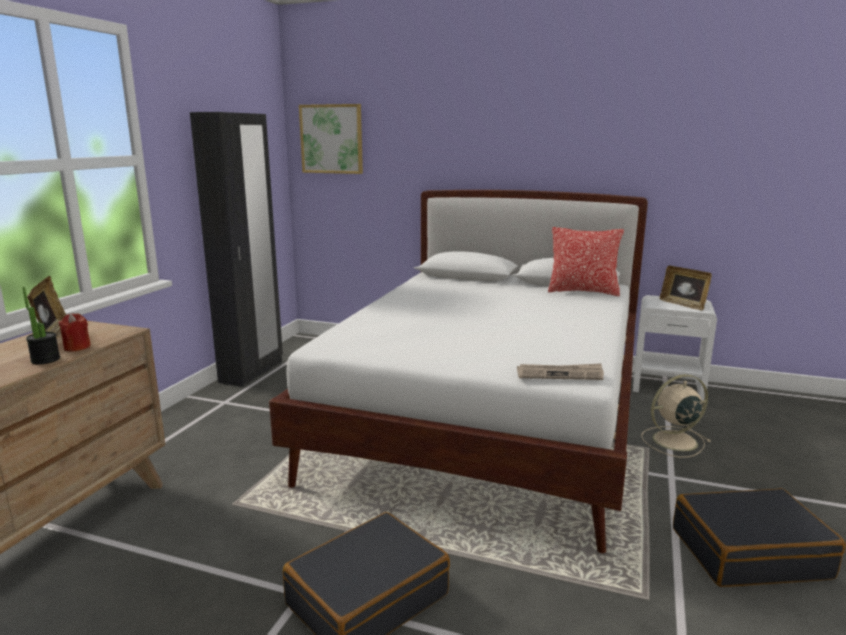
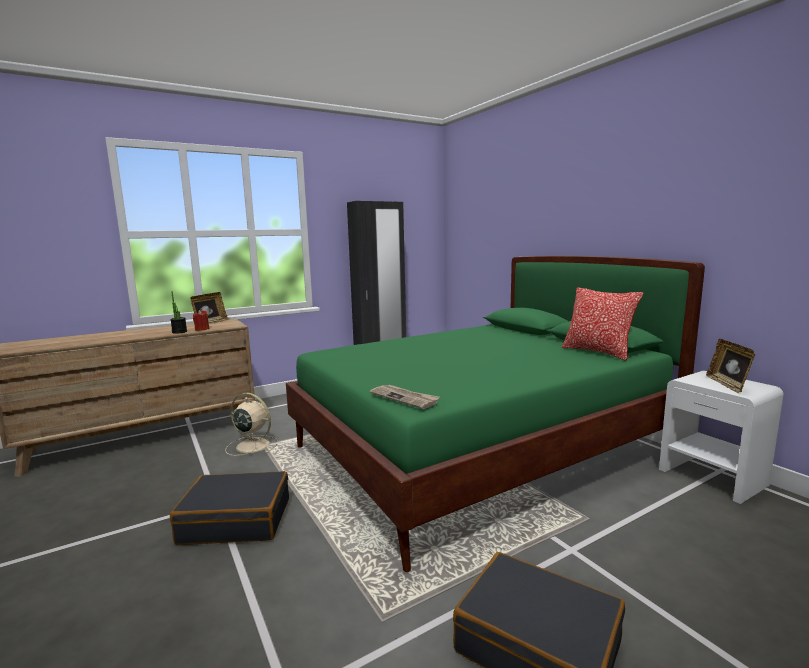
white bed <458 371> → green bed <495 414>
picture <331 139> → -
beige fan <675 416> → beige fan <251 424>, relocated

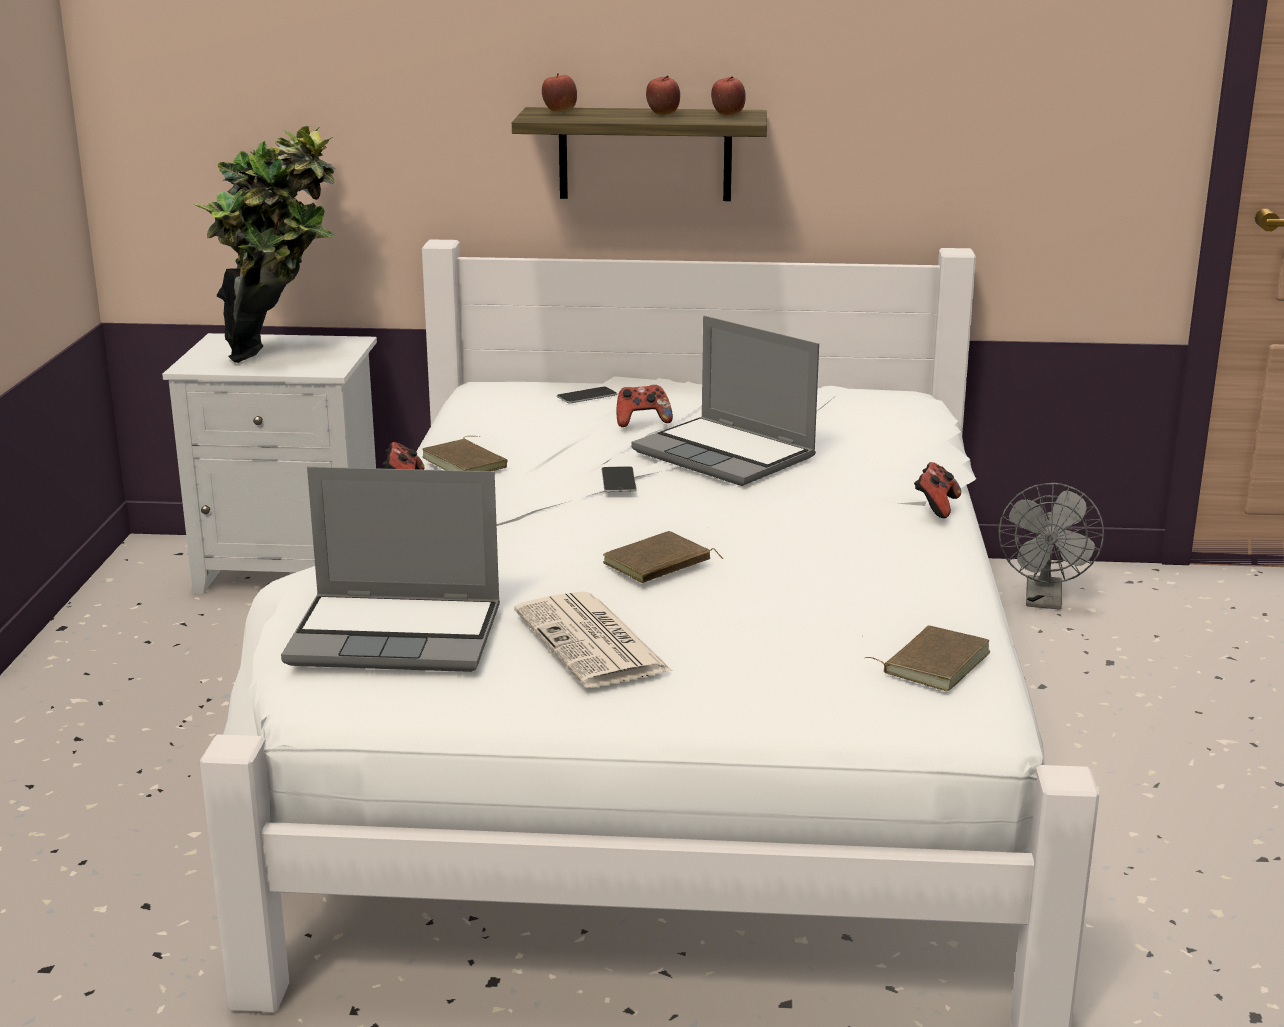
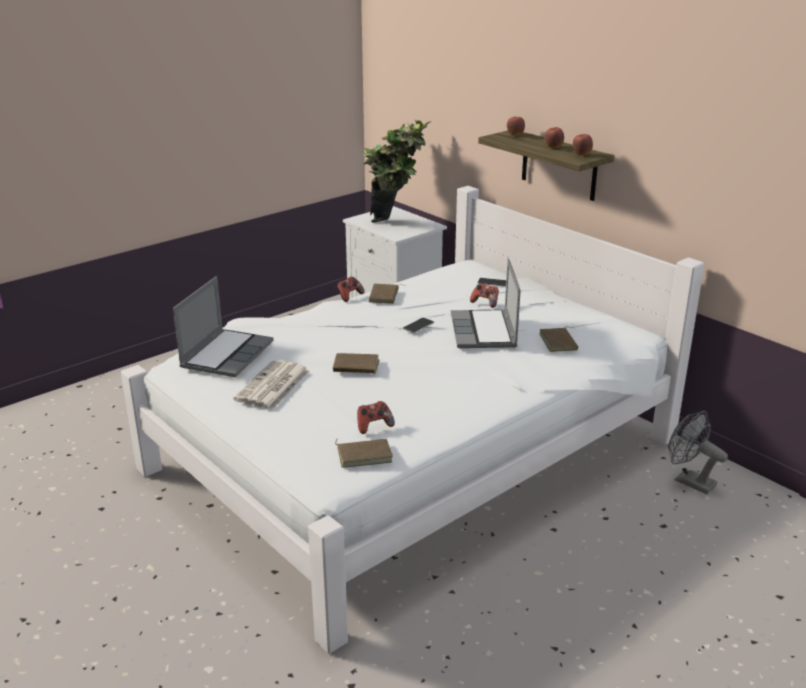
laptop <390 569> → laptop <223 326>, 120 degrees counterclockwise
game controller <937 490> → game controller <376 417>, relocated
grey fan <1051 546> → grey fan <698 452>, 75 degrees clockwise
- → brown book <558 339>

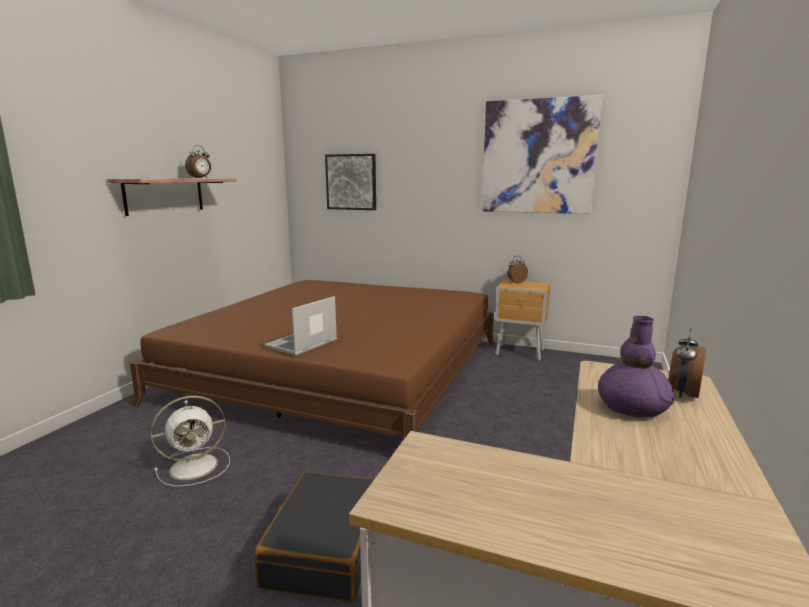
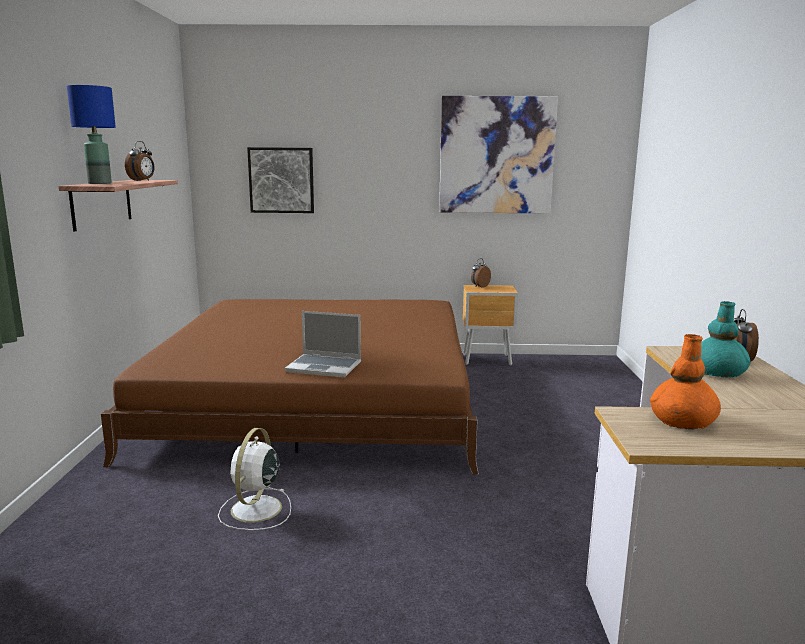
white fan <190 441> → white fan <254 479>, 150 degrees clockwise
black suitcase <314 537> → -
laptop <300 326> → laptop <323 344>, 90 degrees counterclockwise
purple vase <636 367> → turquoise vase <726 339>
- → blue table lamp <91 134>
- → orange vase <685 382>

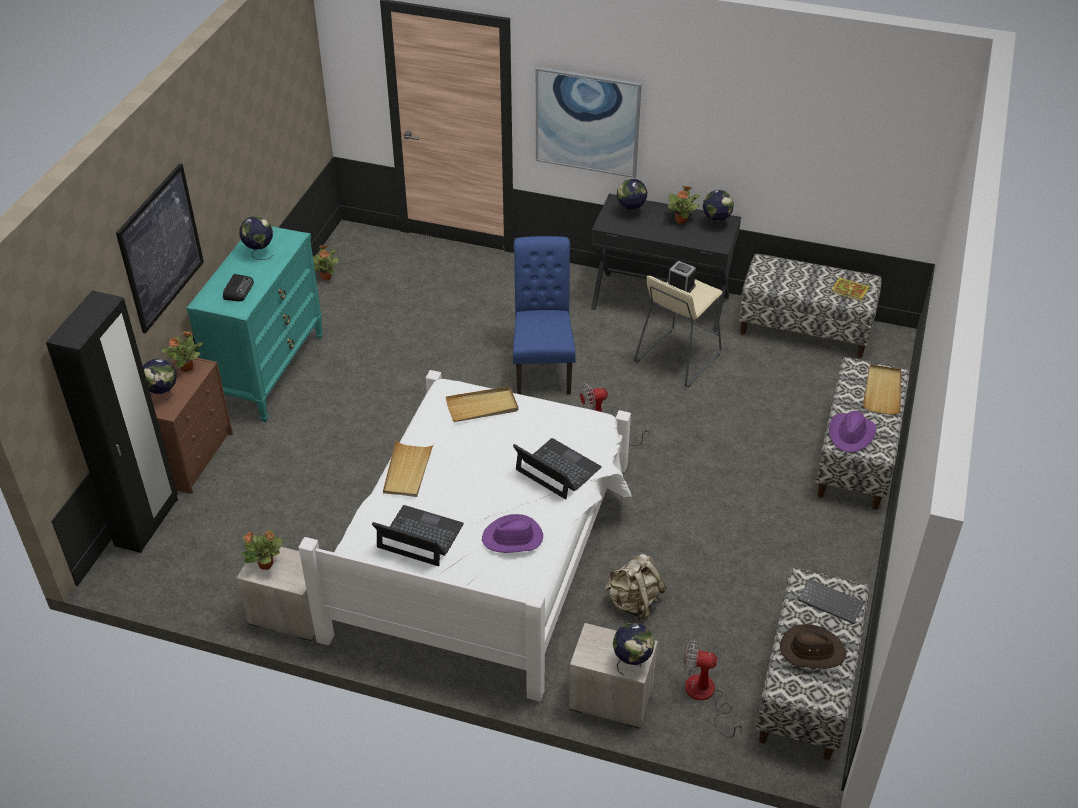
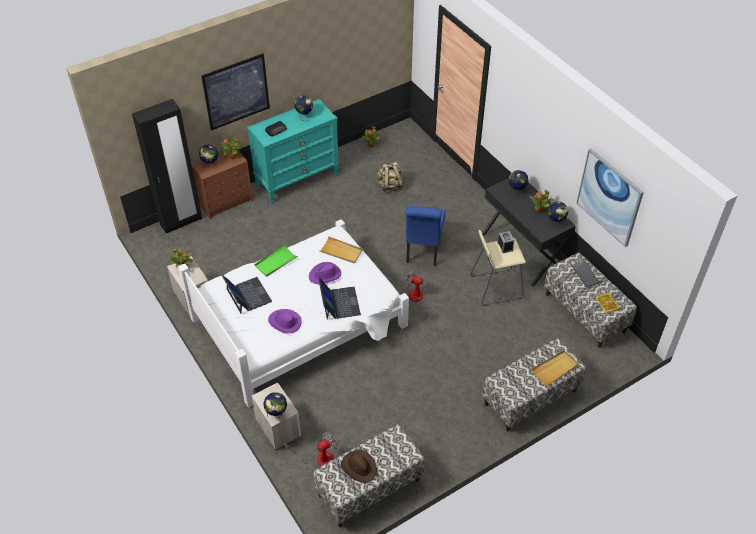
beige tray <408 468> → green tray <276 260>
blue chair <544 315> → blue chair <425 236>, 150 degrees clockwise
picture <589 122> → picture <610 197>, relocated
beige backpack <635 587> → beige backpack <391 177>, relocated
fan <713 688> → fan <311 449>, 90 degrees clockwise
keyboard <831 601> → keyboard <585 274>, relocated
purple hat <853 431> → purple hat <325 273>, relocated

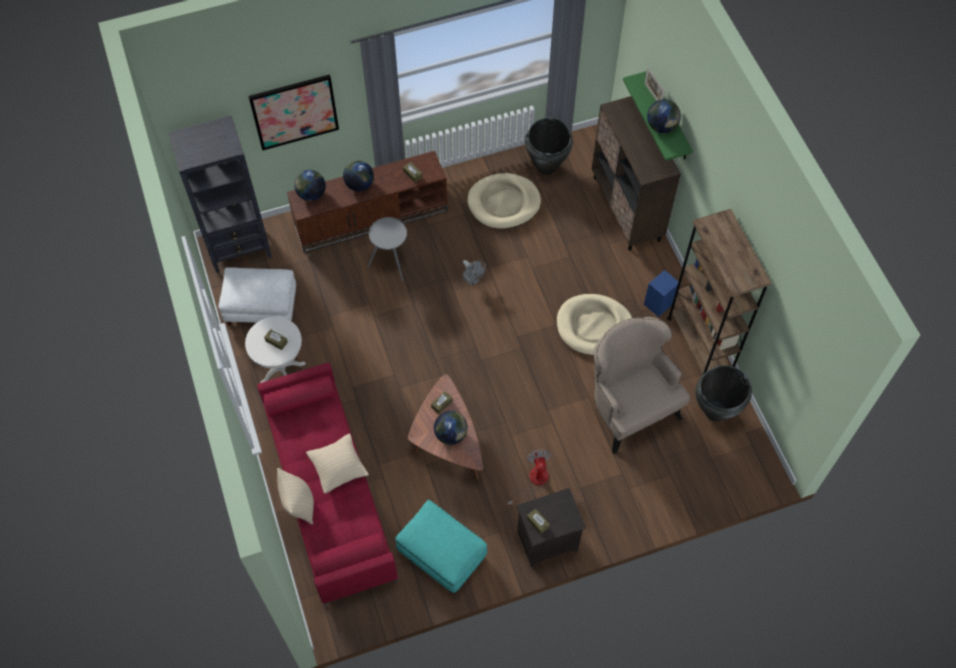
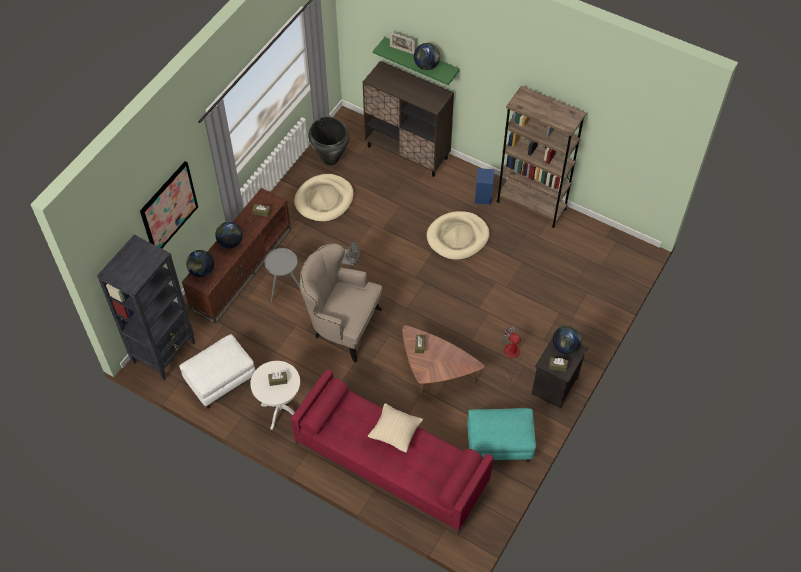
beige pillow <295 496> → -
globe <451 428> → globe <567 339>, relocated
beige armchair <642 385> → beige armchair <341 302>, relocated
black vase <723 393> → -

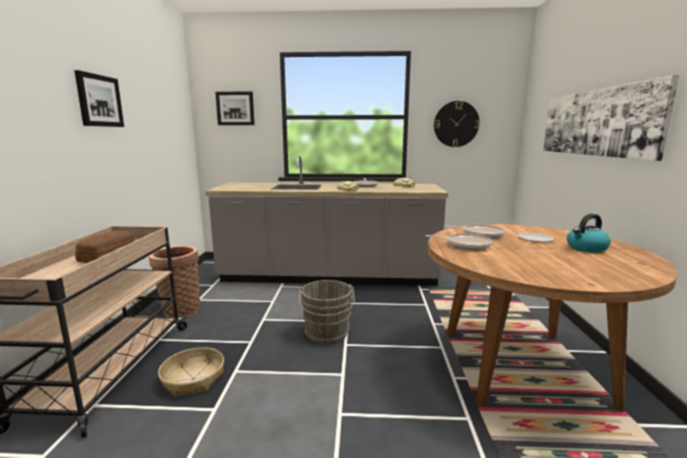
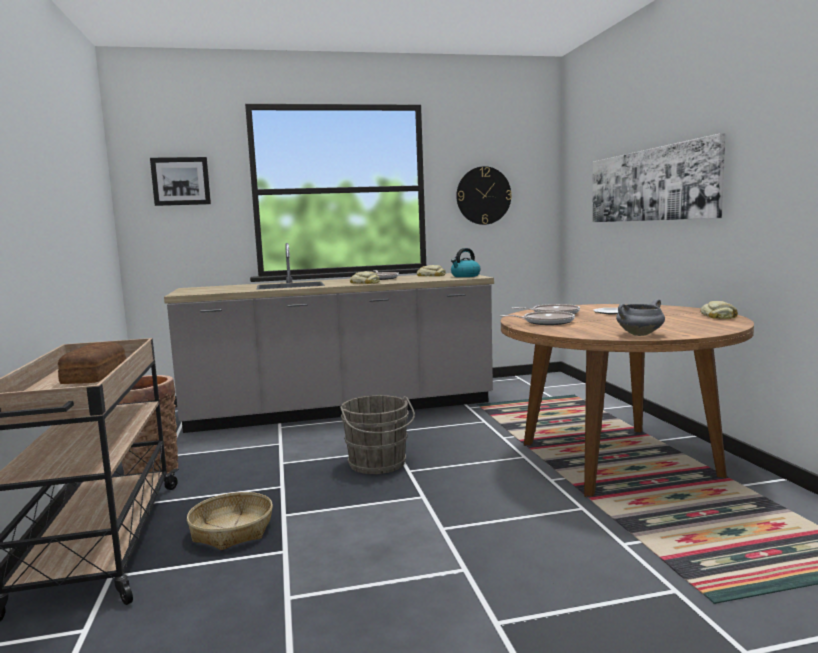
picture <99 98> → -
kettle <589 233> → kettle <466 262>, relocated
- → grey cooking pot <640 317>
- → bread <719 310>

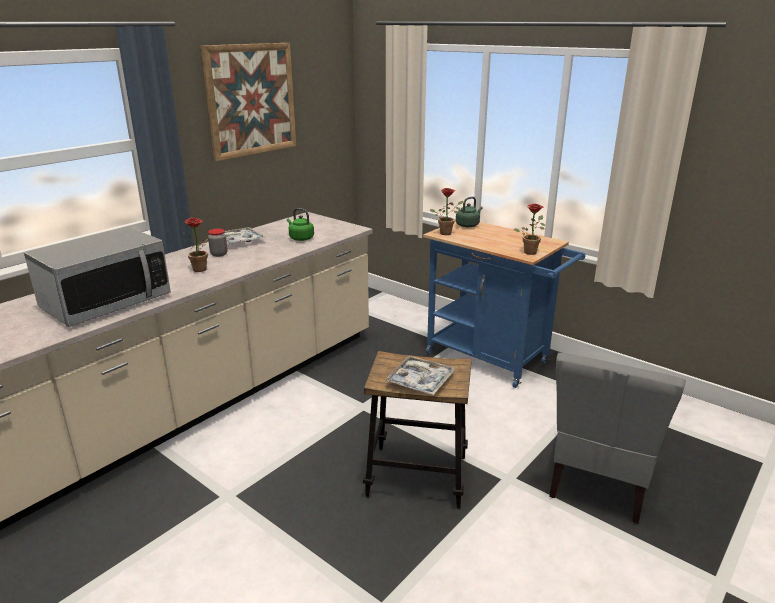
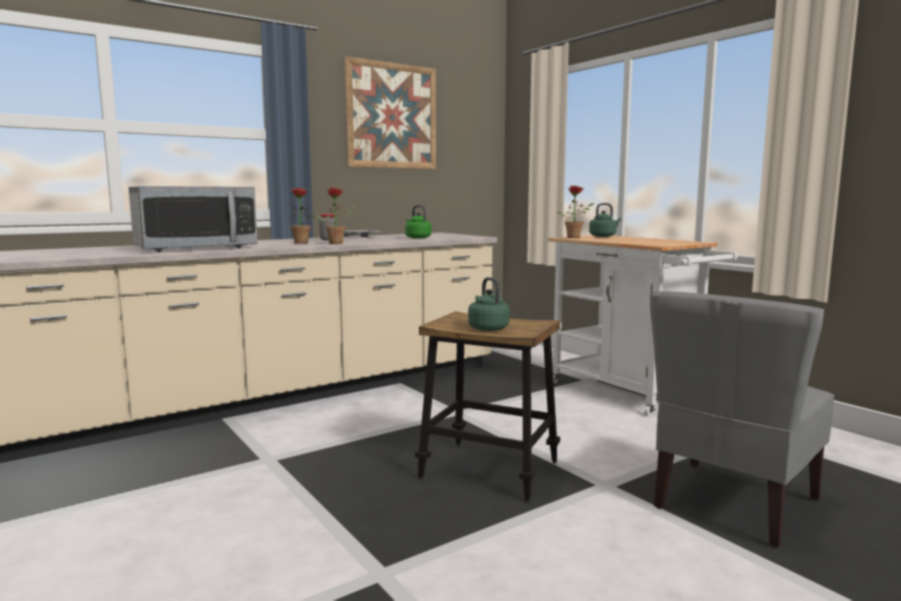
tray <420 375> → green kettle <489 304>
blue cart <504 304> → white cart <642 325>
potted plant <529 229> → potted plant <335 216>, relocated

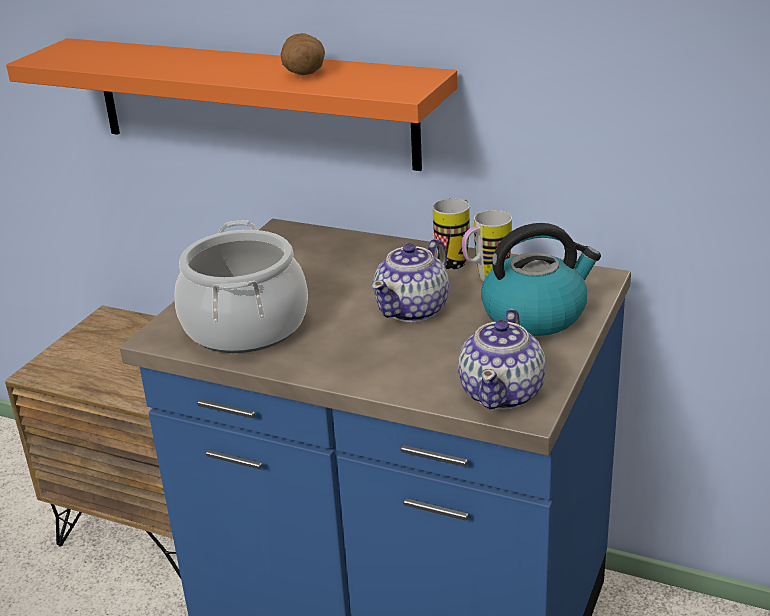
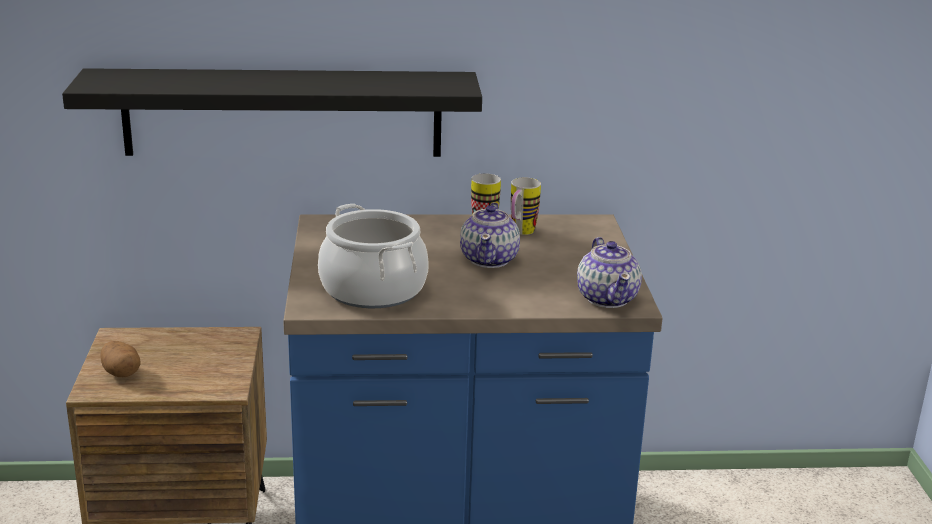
orange shelf <231 104> → black shelf <272 112>
potato <303 54> → potato <120 359>, relocated
kettle <541 279> → -

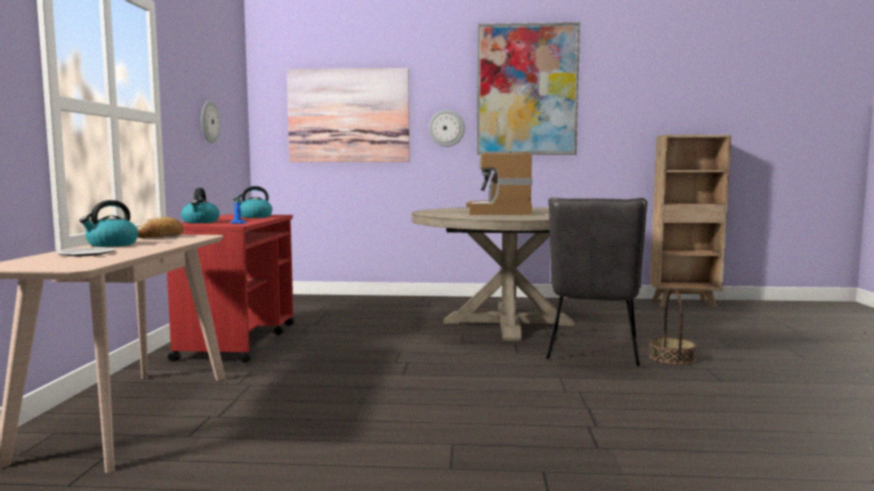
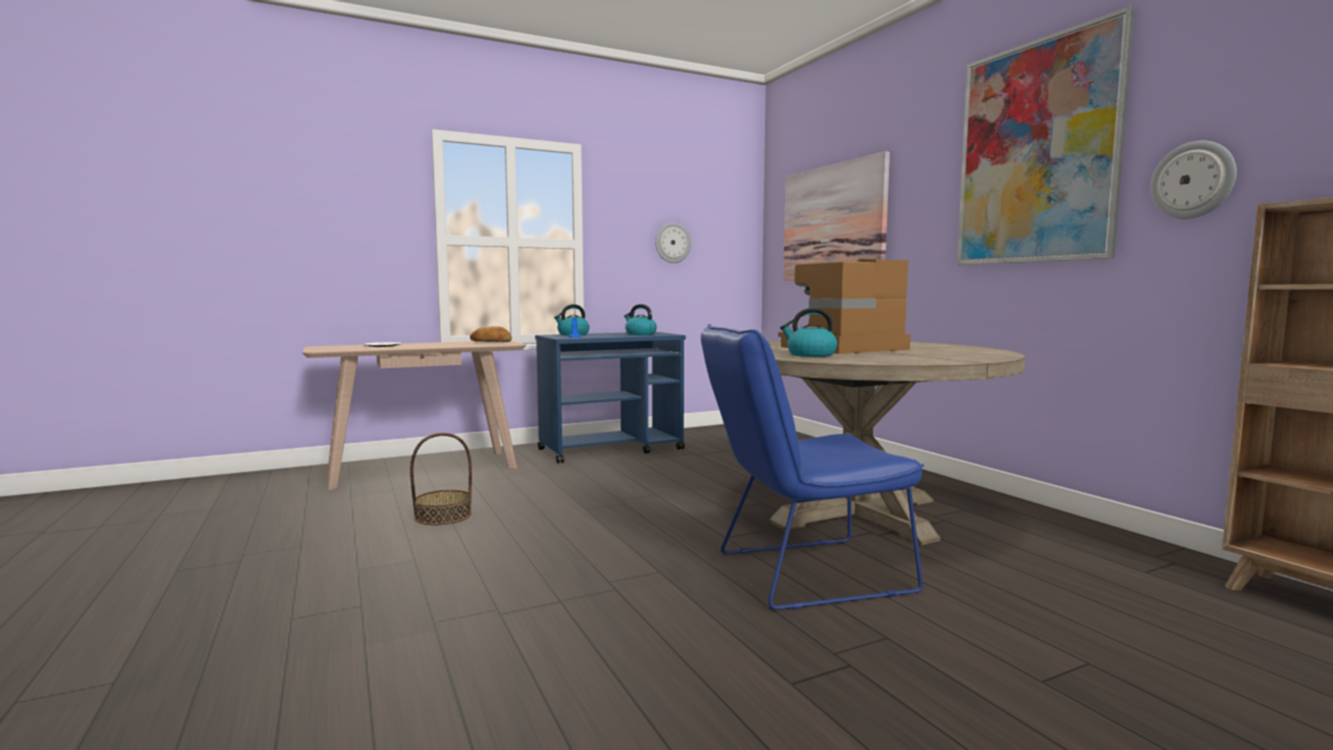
kettle <108 223> → kettle <808 332>, relocated
red cart <231 288> → blue cart <610 397>
wall clock <447 128> → wall clock <1193 180>, relocated
grey chair <596 281> → blue chair <812 467>
basket <672 327> → basket <441 479>, relocated

